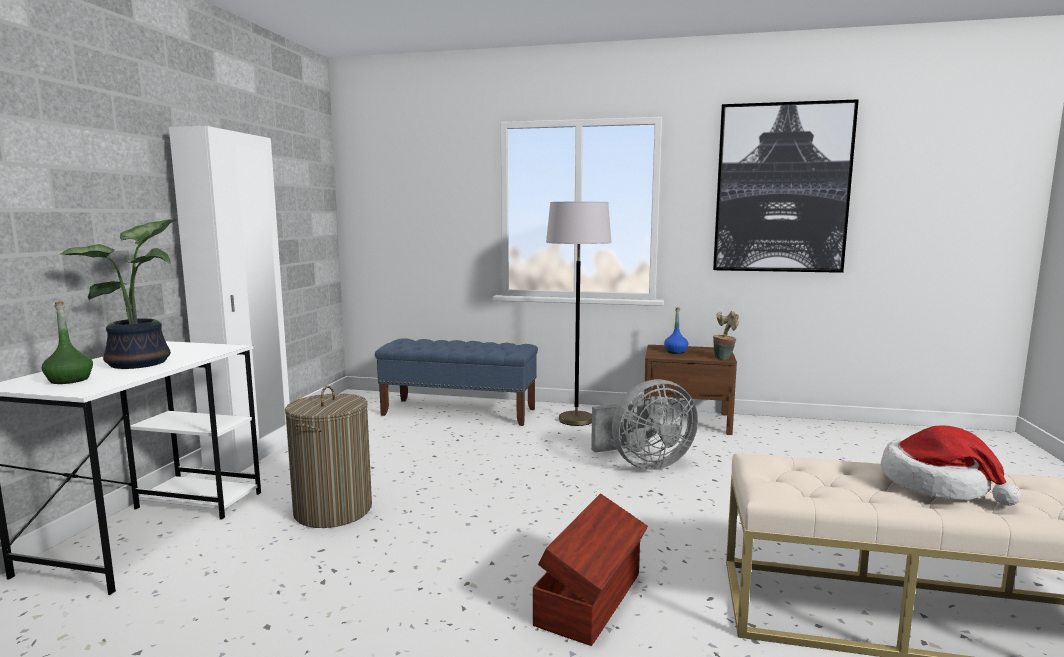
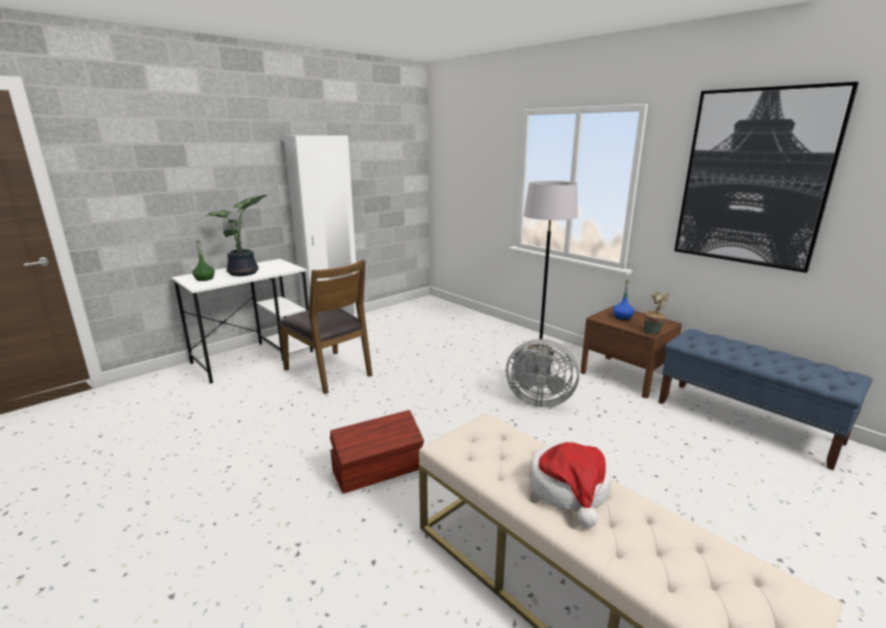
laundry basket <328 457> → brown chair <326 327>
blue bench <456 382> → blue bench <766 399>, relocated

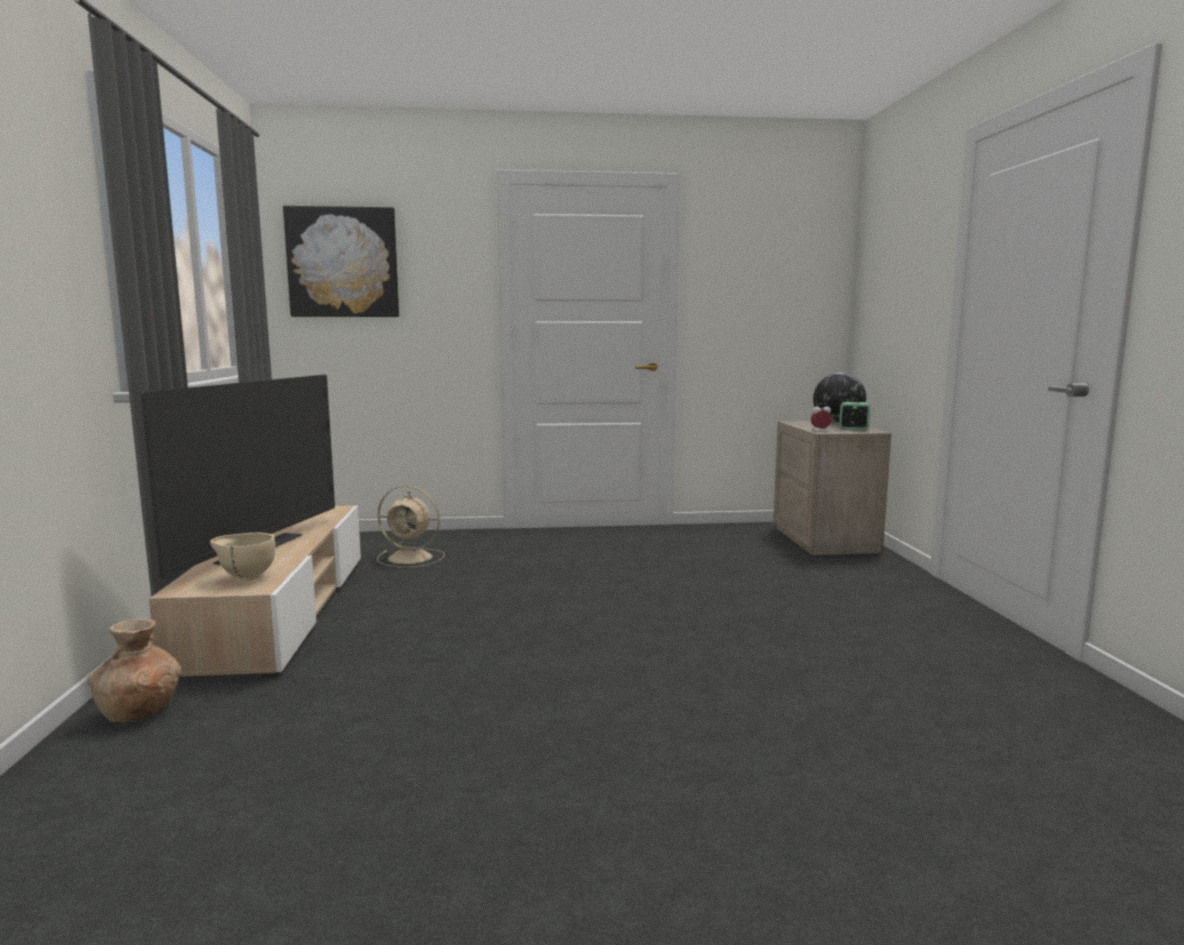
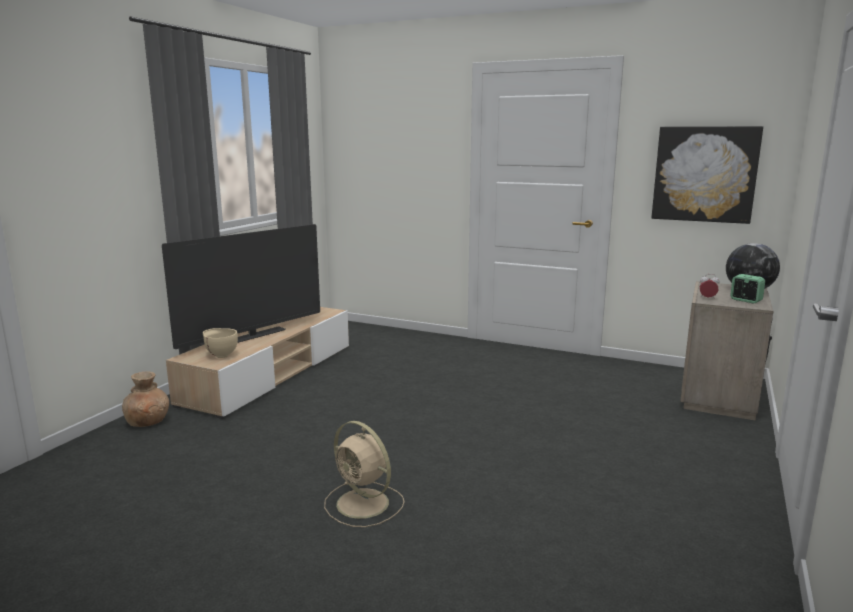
picture <341 261> → picture <707 175>, relocated
beige fan <411 526> → beige fan <364 474>, relocated

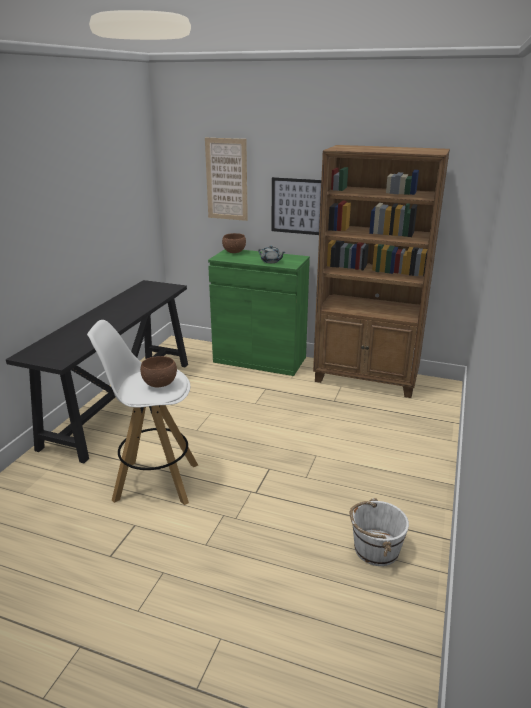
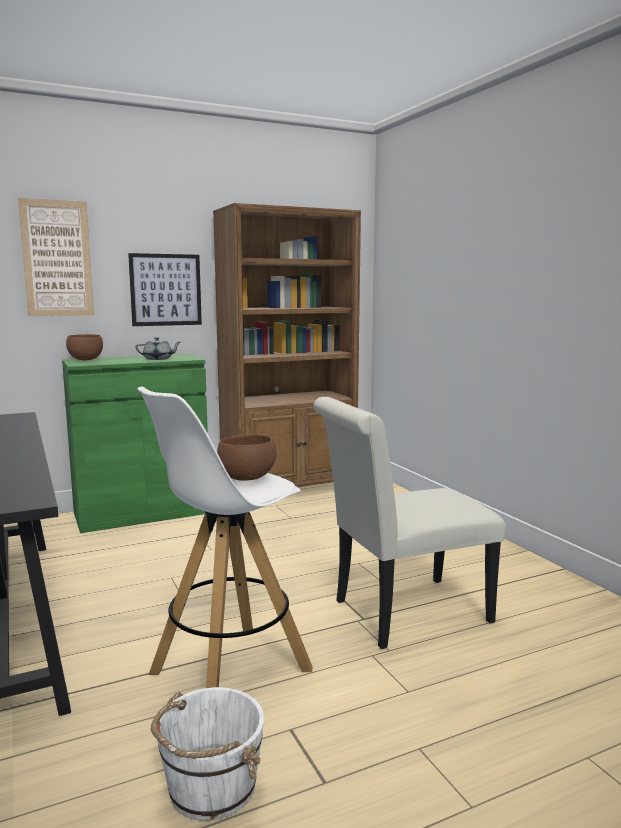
white bucket <379 532> → white bucket <207 754>, relocated
- → white chair <410 523>

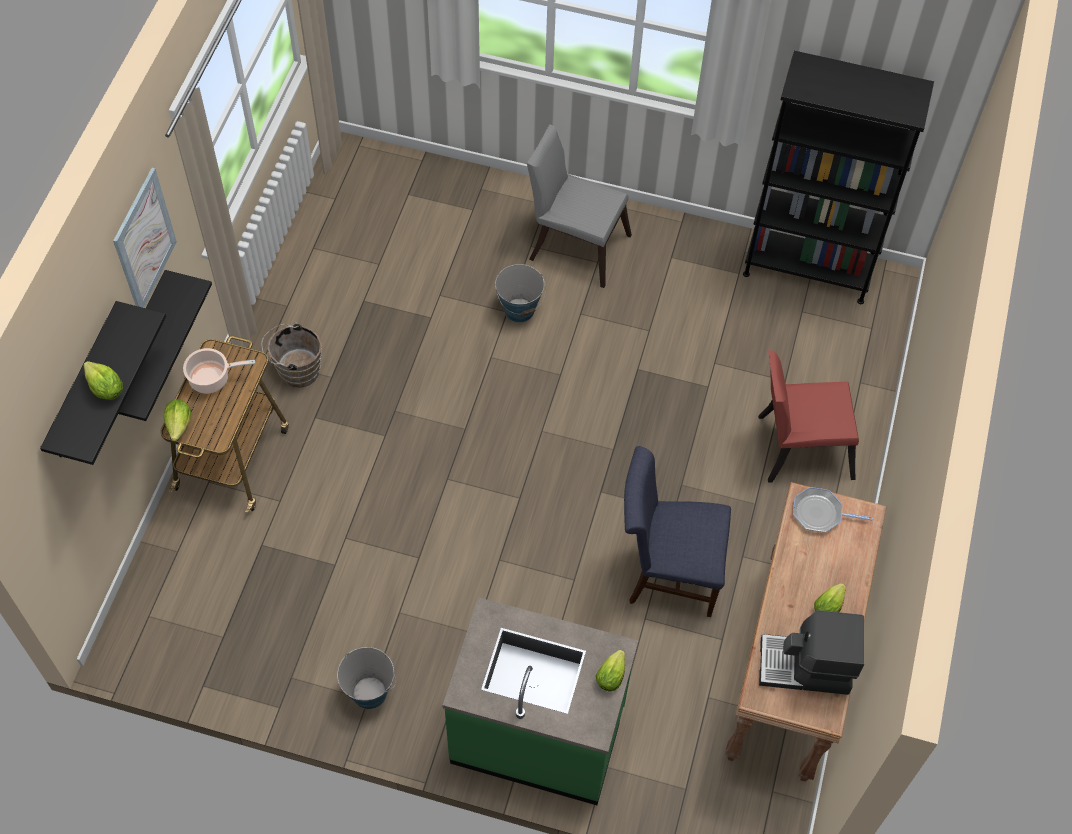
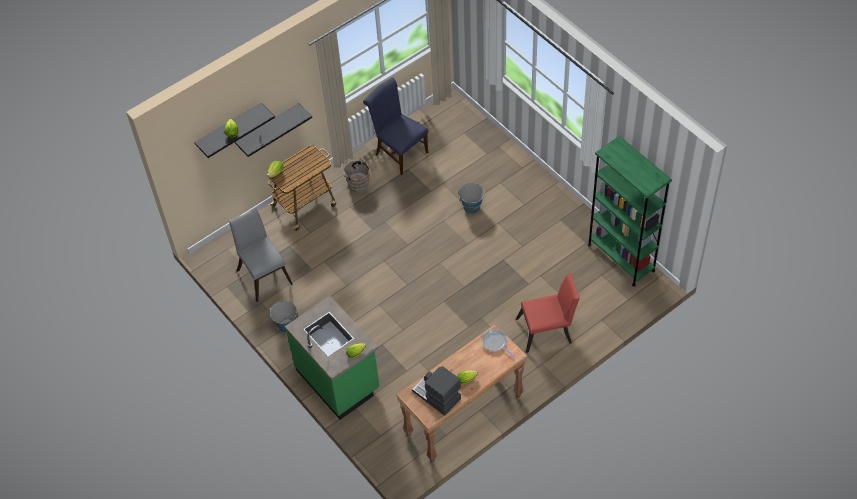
picture <145 238> → -
cooking pot <219 371> → -
grey chair <579 206> → grey chair <261 255>, relocated
blue chair <677 531> → blue chair <395 126>, relocated
black bookcase <838 177> → green bookcase <630 211>
red chair <808 416> → red chair <548 313>, 135 degrees clockwise

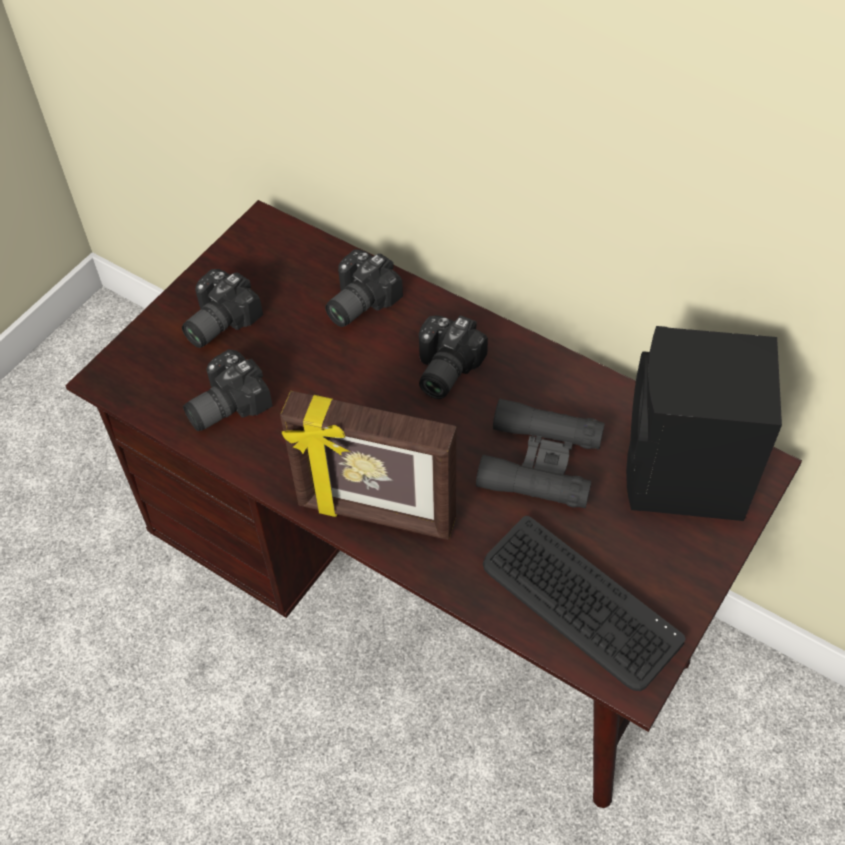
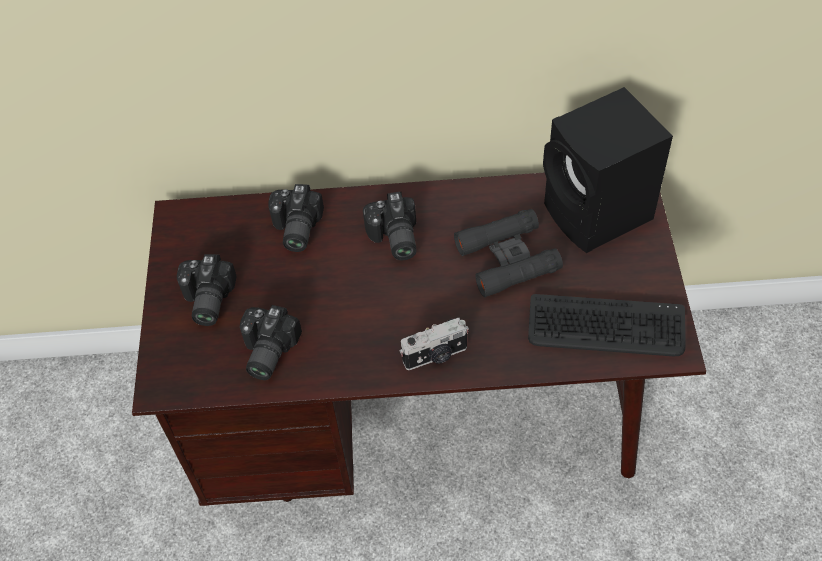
picture frame <368 465> → photo camera <434 344>

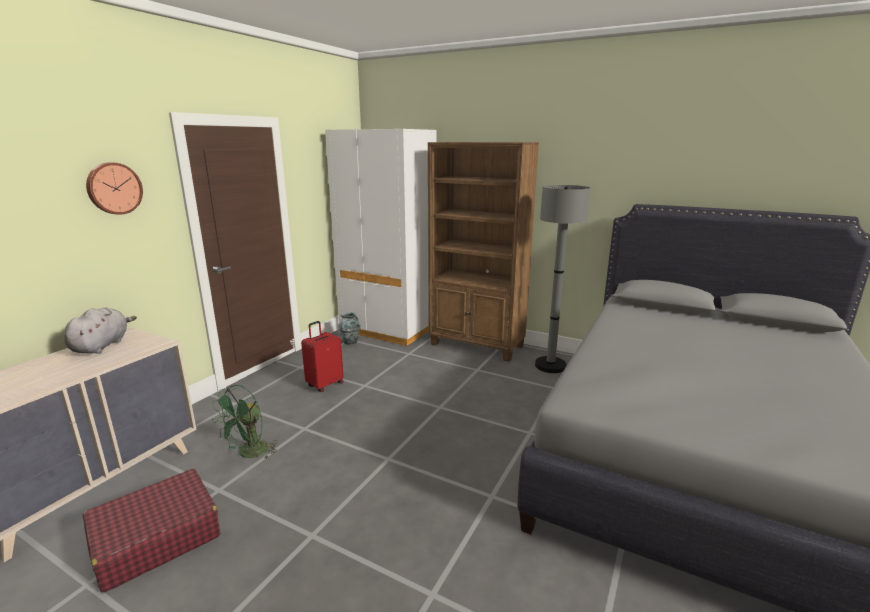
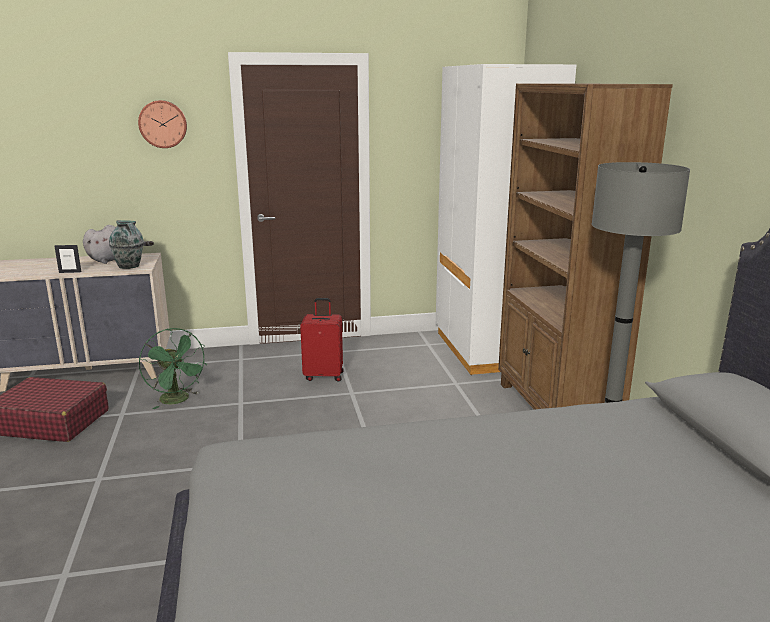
green fan <245 422> → green fan <173 368>, 120 degrees counterclockwise
vase <350 328> → vase <126 244>, relocated
- → picture frame <68 259>

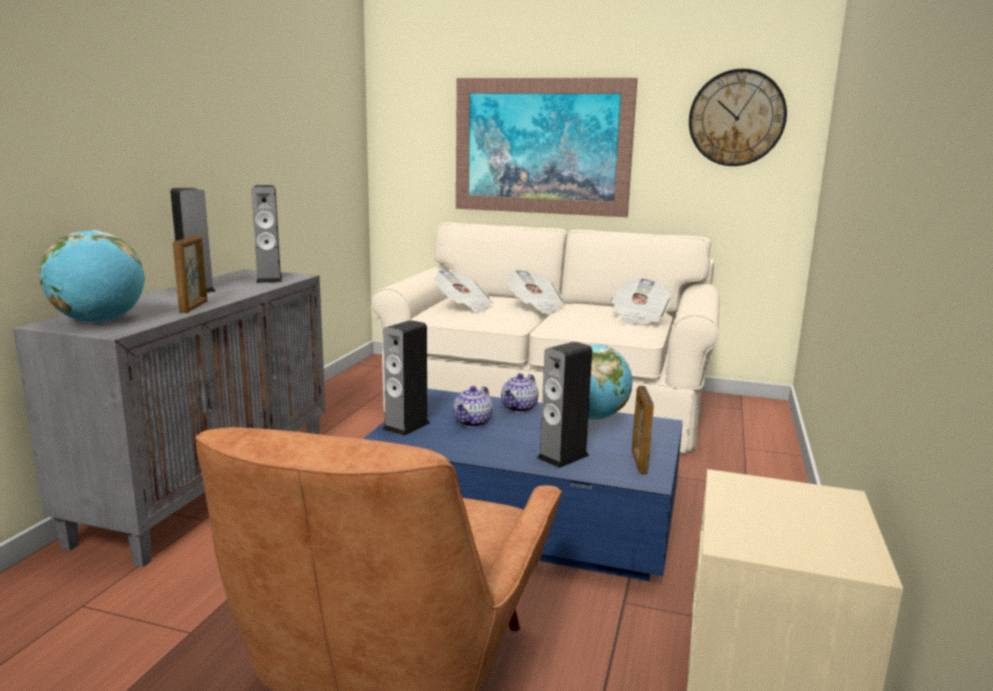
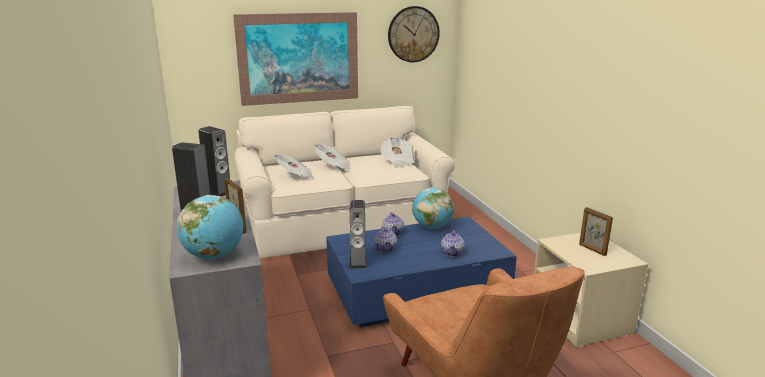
speaker <564 404> → teapot <453 243>
picture frame <643 430> → picture frame <596 231>, relocated

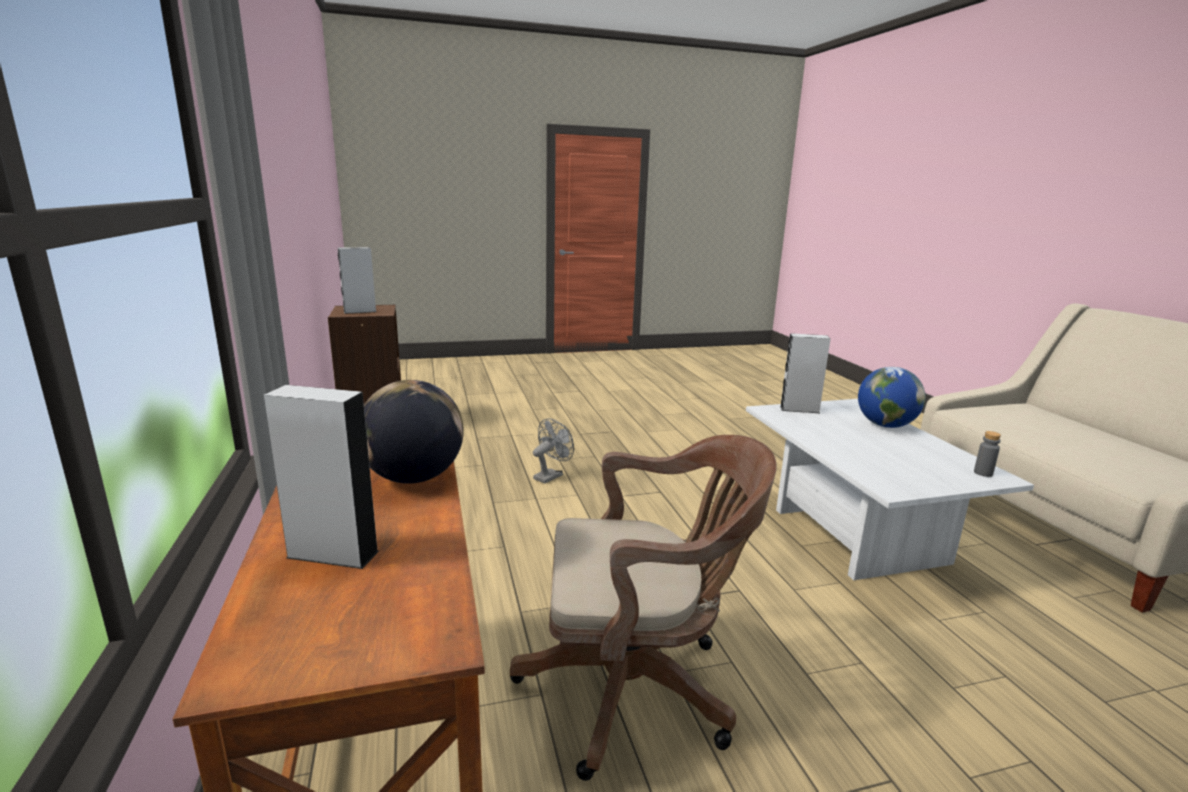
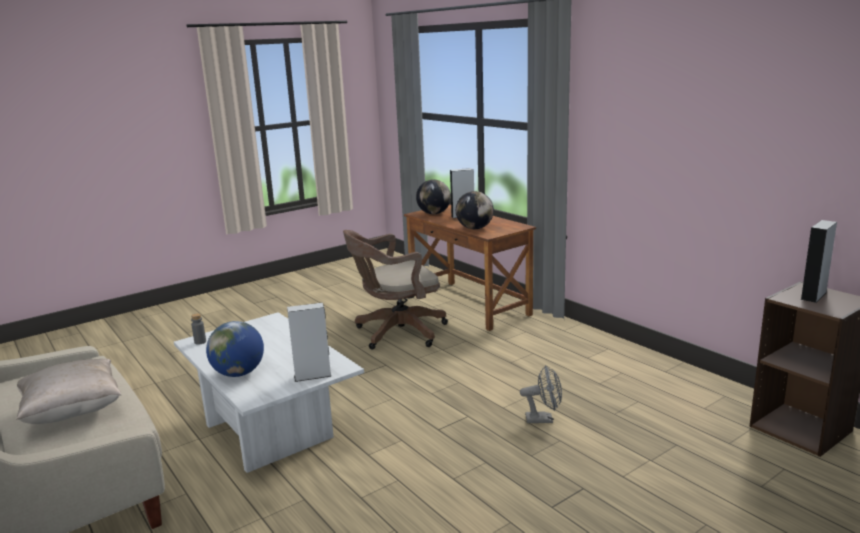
grey fan <553 451> → grey fan <541 394>, 105 degrees counterclockwise
- → beige pillow <69 391>
- → globe <433 196>

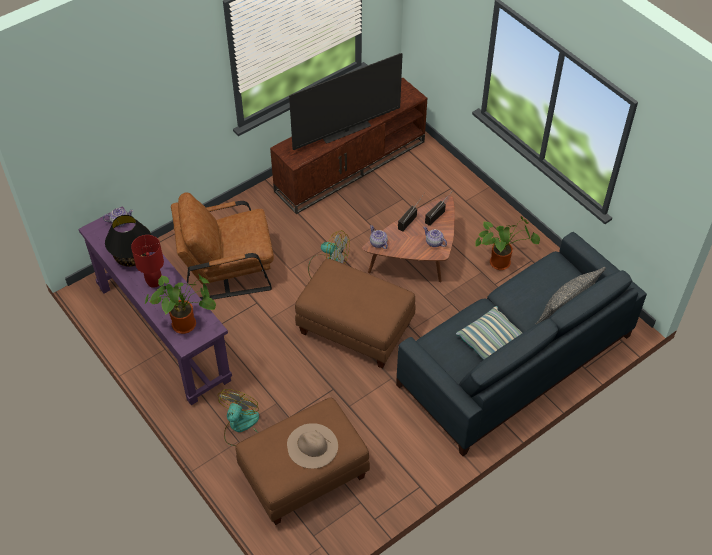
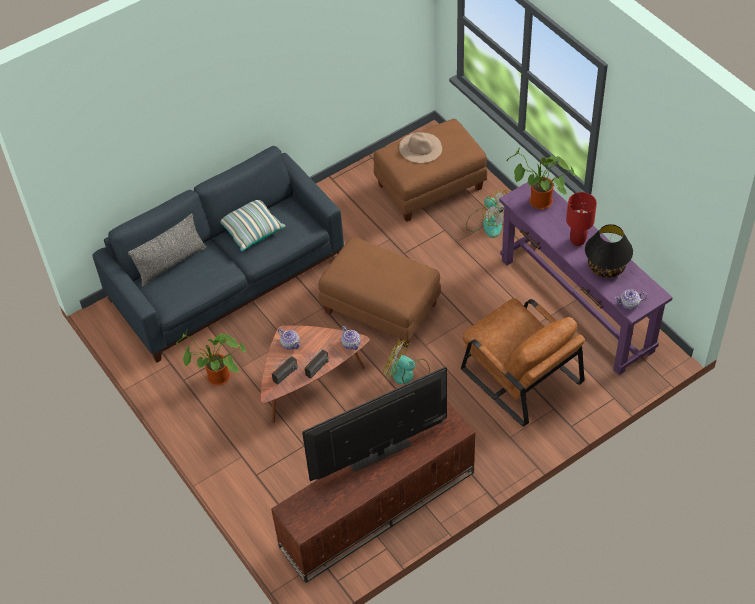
brown armchair <222 245> → brown armchair <523 362>, 60 degrees clockwise
fan <238 417> → fan <488 214>, 60 degrees counterclockwise

